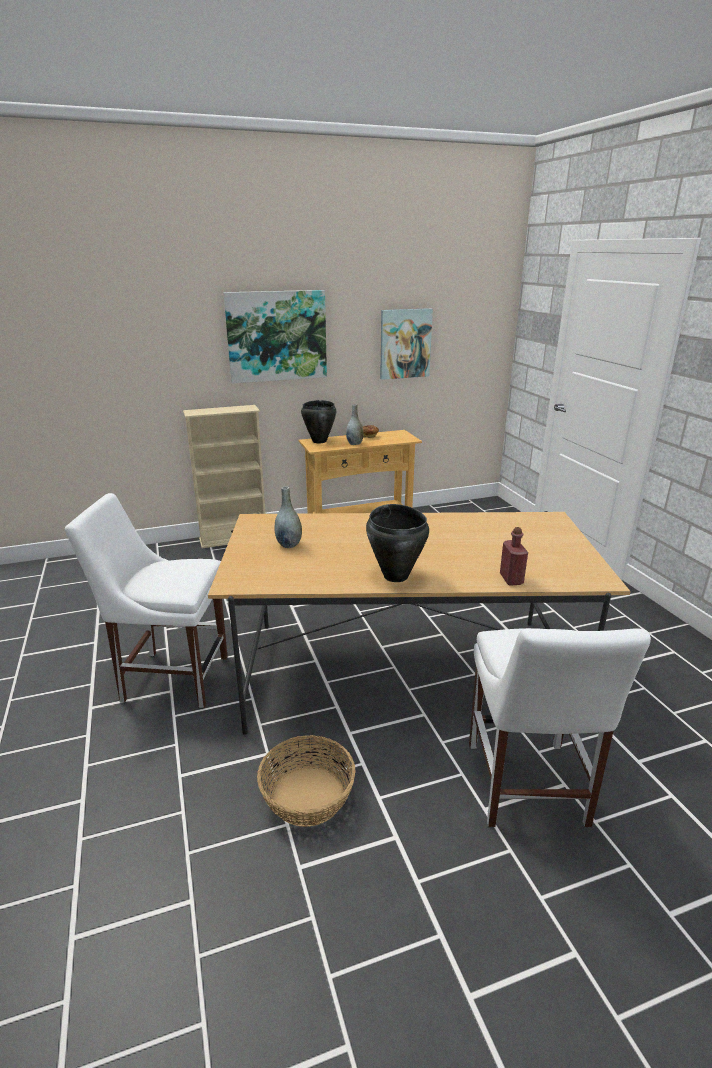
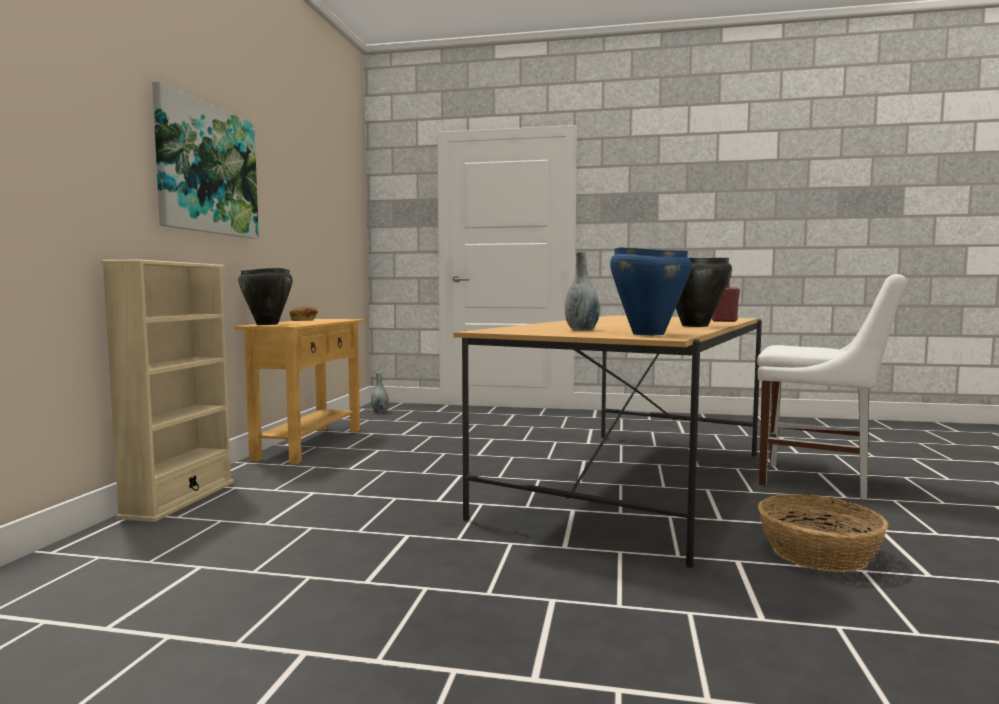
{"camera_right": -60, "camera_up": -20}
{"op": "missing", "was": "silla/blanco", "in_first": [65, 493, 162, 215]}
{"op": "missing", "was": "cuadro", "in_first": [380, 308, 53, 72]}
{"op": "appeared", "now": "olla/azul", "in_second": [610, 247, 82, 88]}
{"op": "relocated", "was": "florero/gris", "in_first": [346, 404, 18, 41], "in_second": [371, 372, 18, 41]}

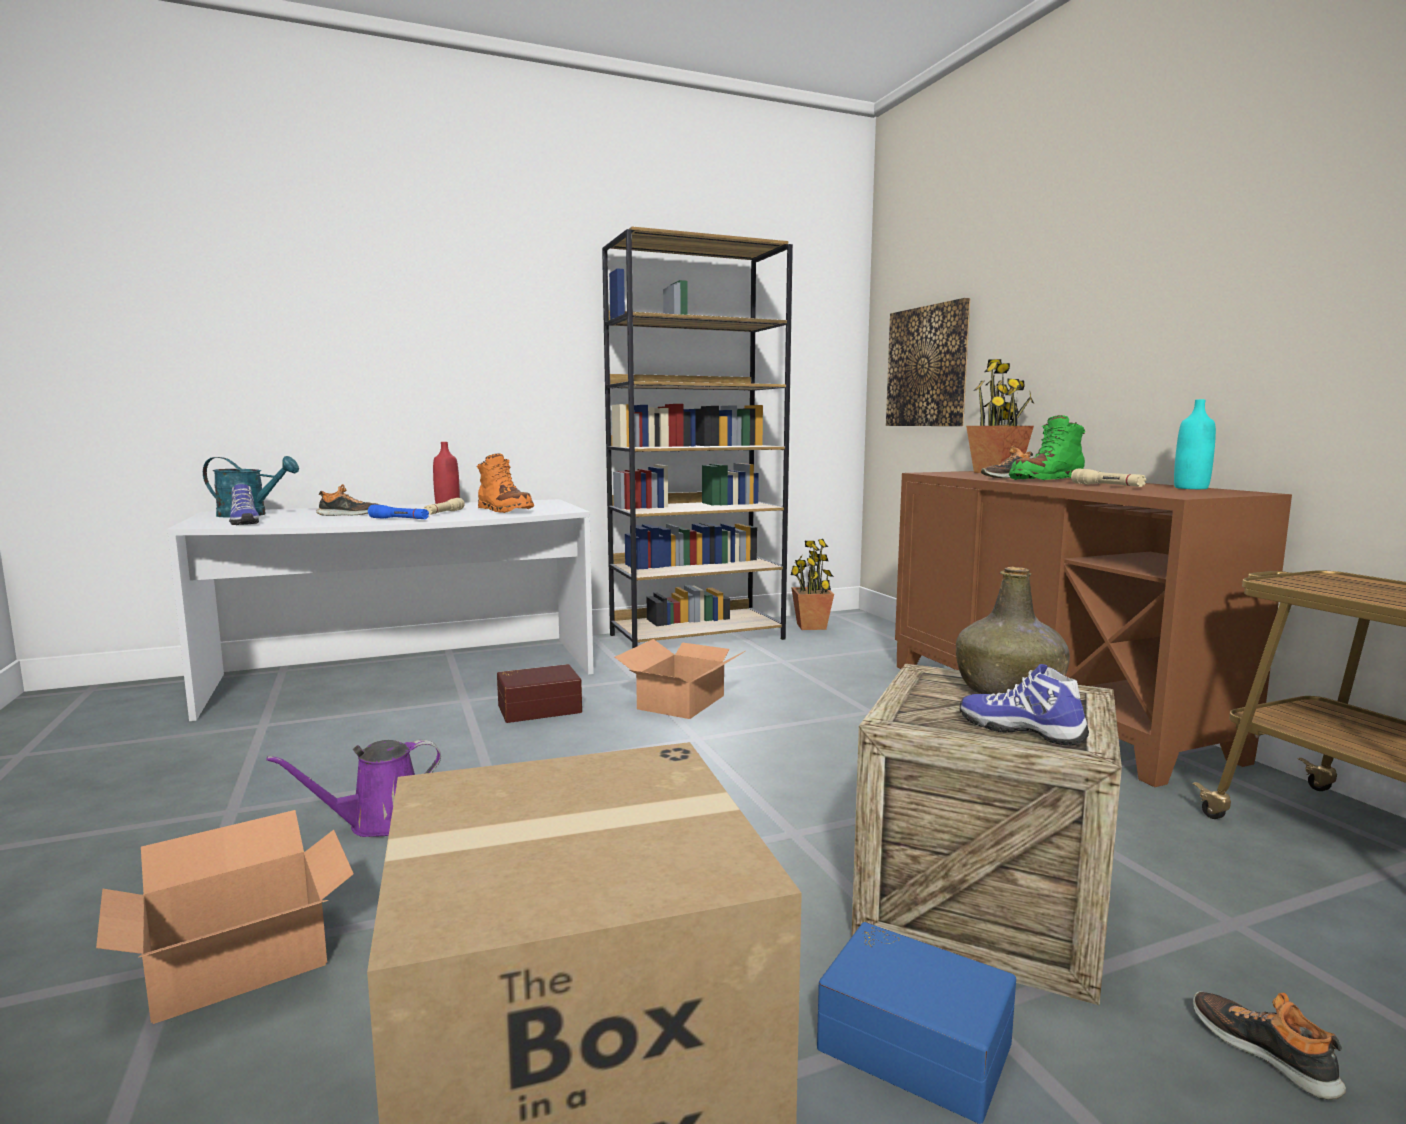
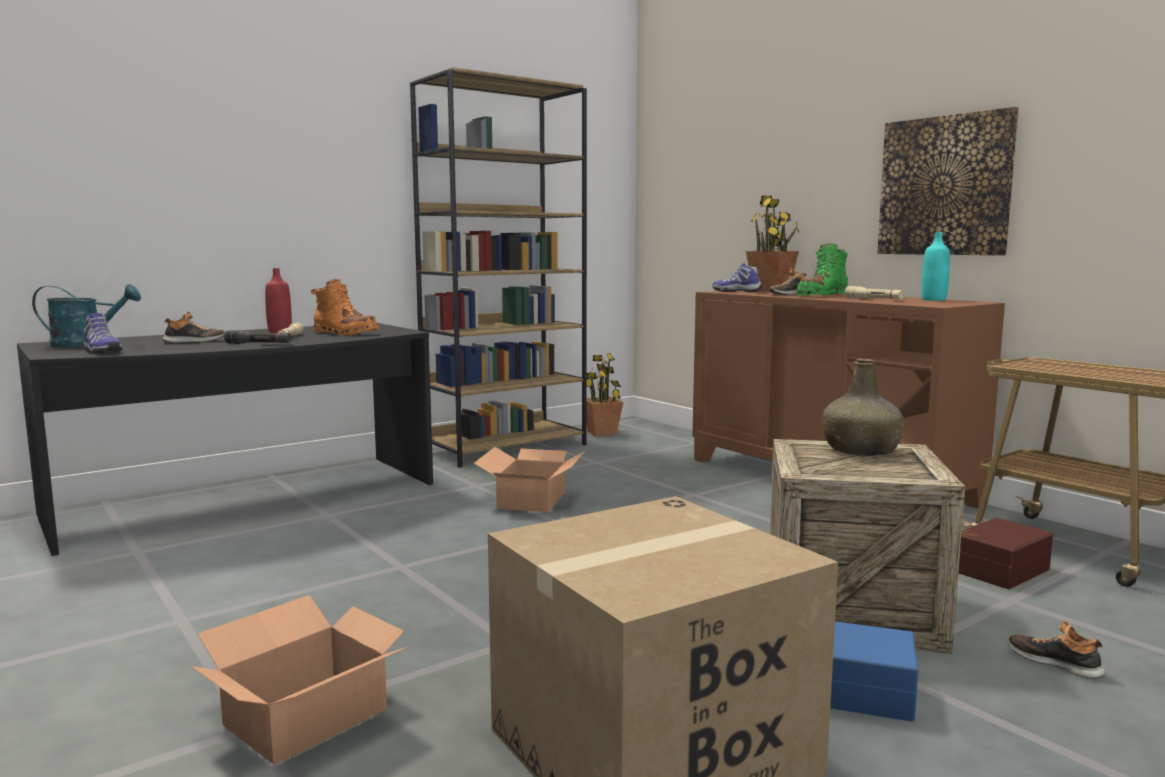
{"camera_right": -15, "camera_up": 0}
{"op": "missing", "was": "regadera/morado", "in_first": [266, 740, 175, 97]}
{"op": "relocated", "was": "caja de almacenaje/marrón", "in_first": [497, 664, 85, 59], "in_second": [959, 518, 94, 71]}
{"op": "relocated", "was": "cuadro", "in_first": [886, 298, 84, 128], "in_second": [877, 107, 142, 148]}
{"op": "relocated", "was": "zapato", "in_first": [960, 664, 129, 82], "in_second": [712, 263, 50, 29]}
{"op": "colour", "was": "escritorio/blanco", "now": "escritorio/negro", "in_first": [167, 499, 427, 222], "in_second": [17, 323, 416, 233]}
{"op": "colour", "was": "linterna/azul", "now": "linterna/negro", "in_first": [368, 504, 61, 15], "in_second": [224, 330, 68, 14]}

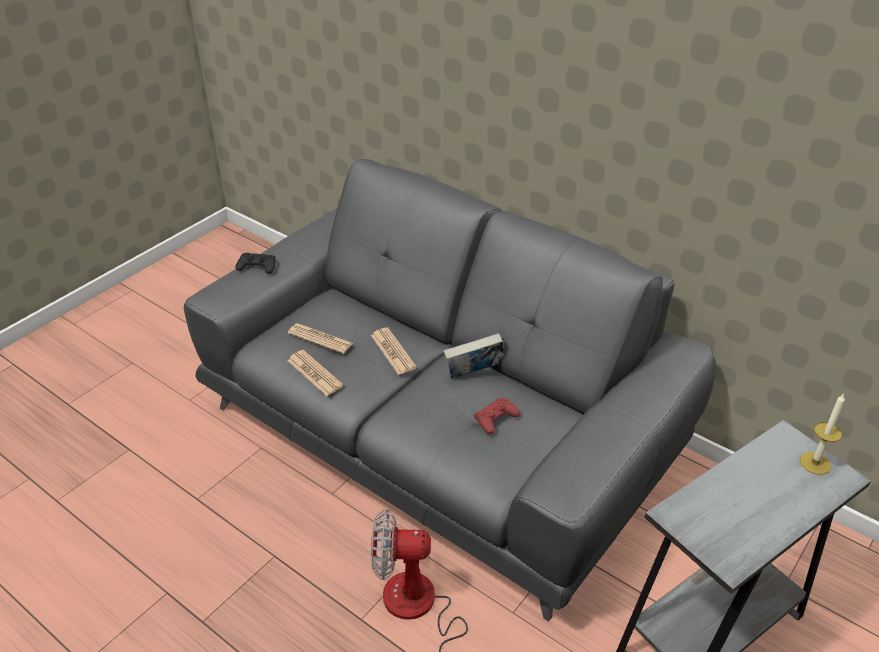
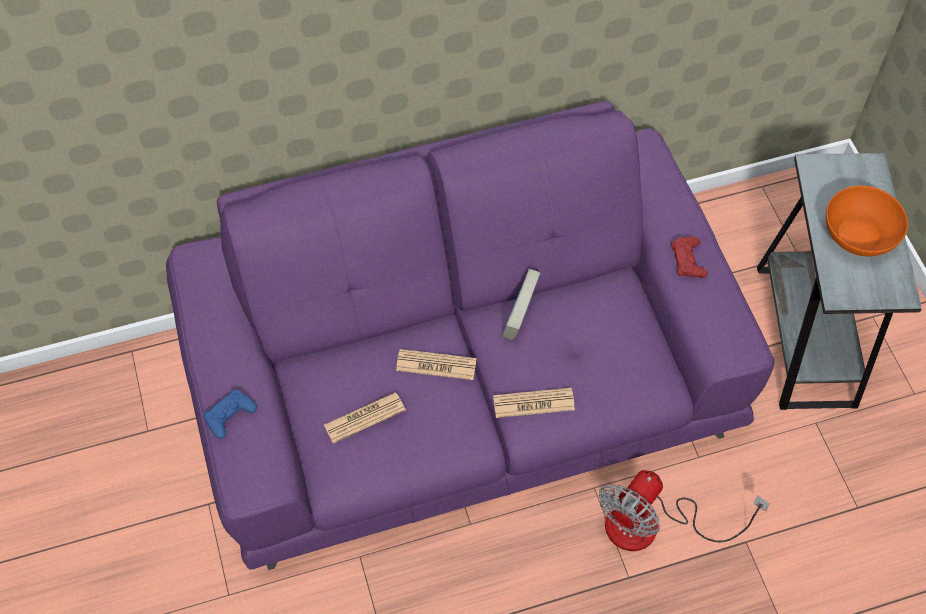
{"camera_right": -55, "camera_up": 20}
{"op": "missing", "was": "vela", "in_first": [800, 393, 45, 82]}
{"op": "appeared", "now": "cuenco/naranja", "in_second": [826, 186, 82, 70]}
{"op": "relocated", "was": "periódico", "in_first": [287, 350, 57, 46], "in_second": [493, 388, 82, 30]}
{"op": "relocated", "was": "mando de consola/rojo", "in_first": [474, 398, 46, 36], "in_second": [671, 237, 37, 41]}
{"op": "colour", "was": "sofá/gris", "now": "sofá/morado", "in_first": [184, 159, 532, 463], "in_second": [166, 101, 609, 469]}
{"op": "colour", "was": "mando de consola/negro", "now": "mando de consola/azul", "in_first": [235, 253, 40, 21], "in_second": [203, 389, 54, 50]}

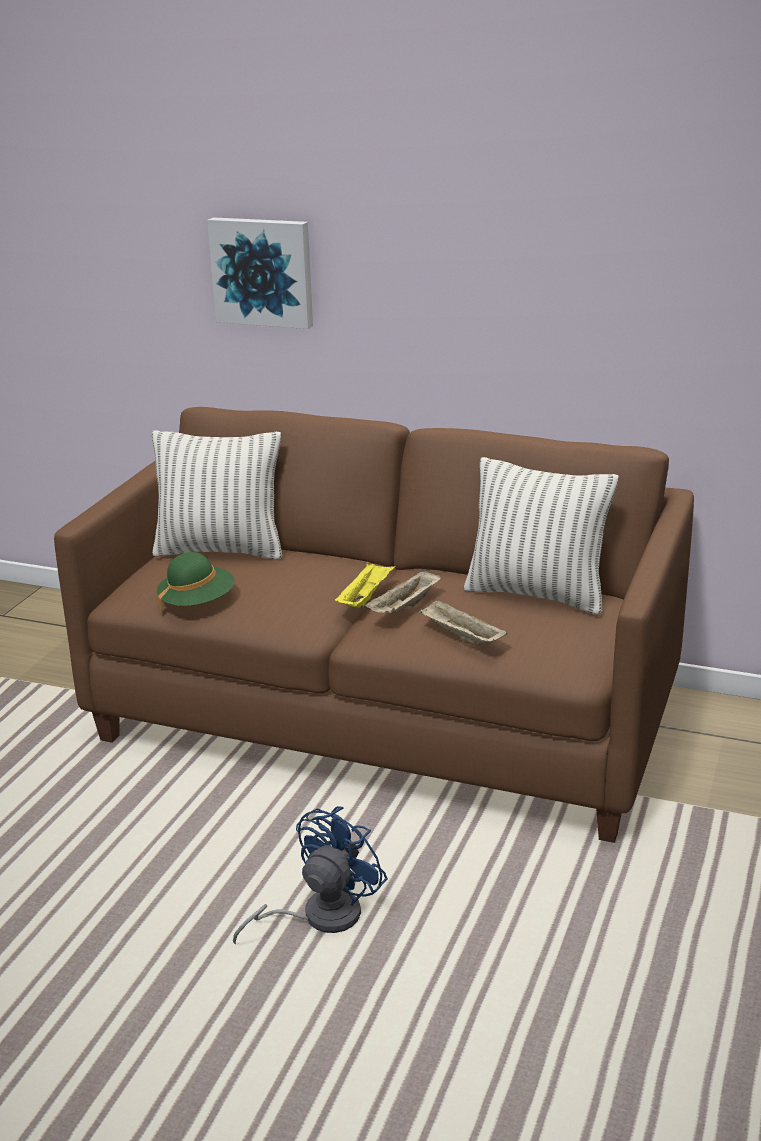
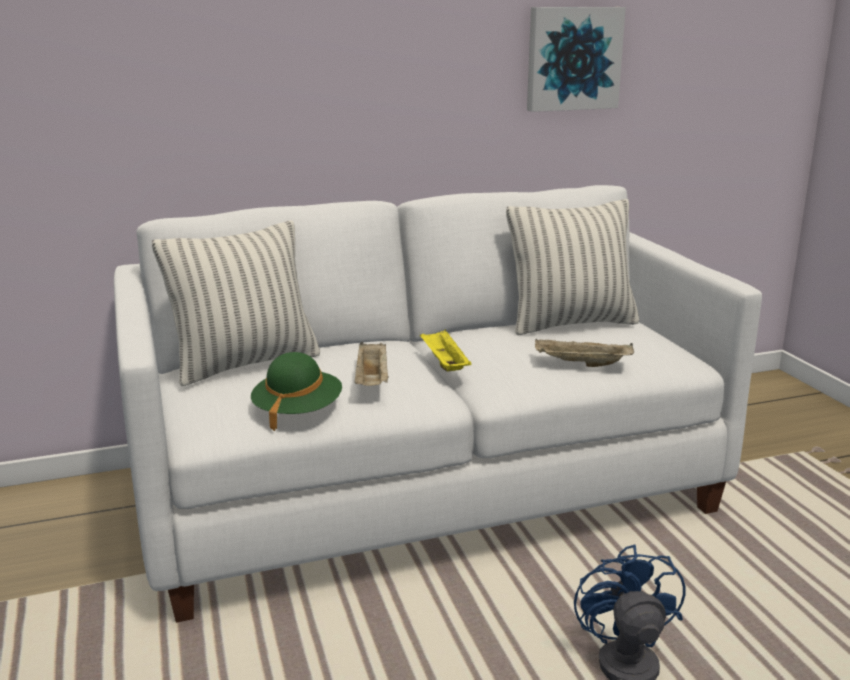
{"camera_right": -40, "camera_up": -5}
{"op": "relocated", "was": "cuadro", "in_first": [207, 217, 106, 112], "in_second": [527, 7, 99, 105]}
{"op": "relocated", "was": "bandeja/beis", "in_first": [365, 569, 76, 44], "in_second": [355, 342, 33, 44]}
{"op": "colour", "was": "sofá/marrón", "now": "sofá/blanco", "in_first": [54, 407, 640, 436], "in_second": [114, 185, 648, 438]}

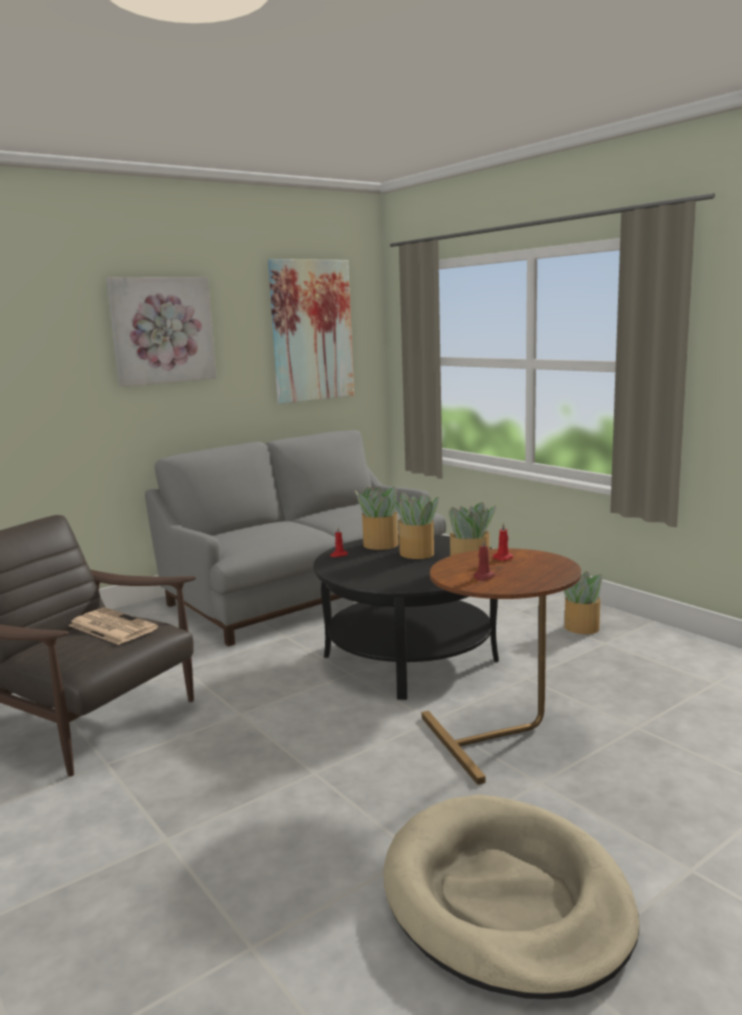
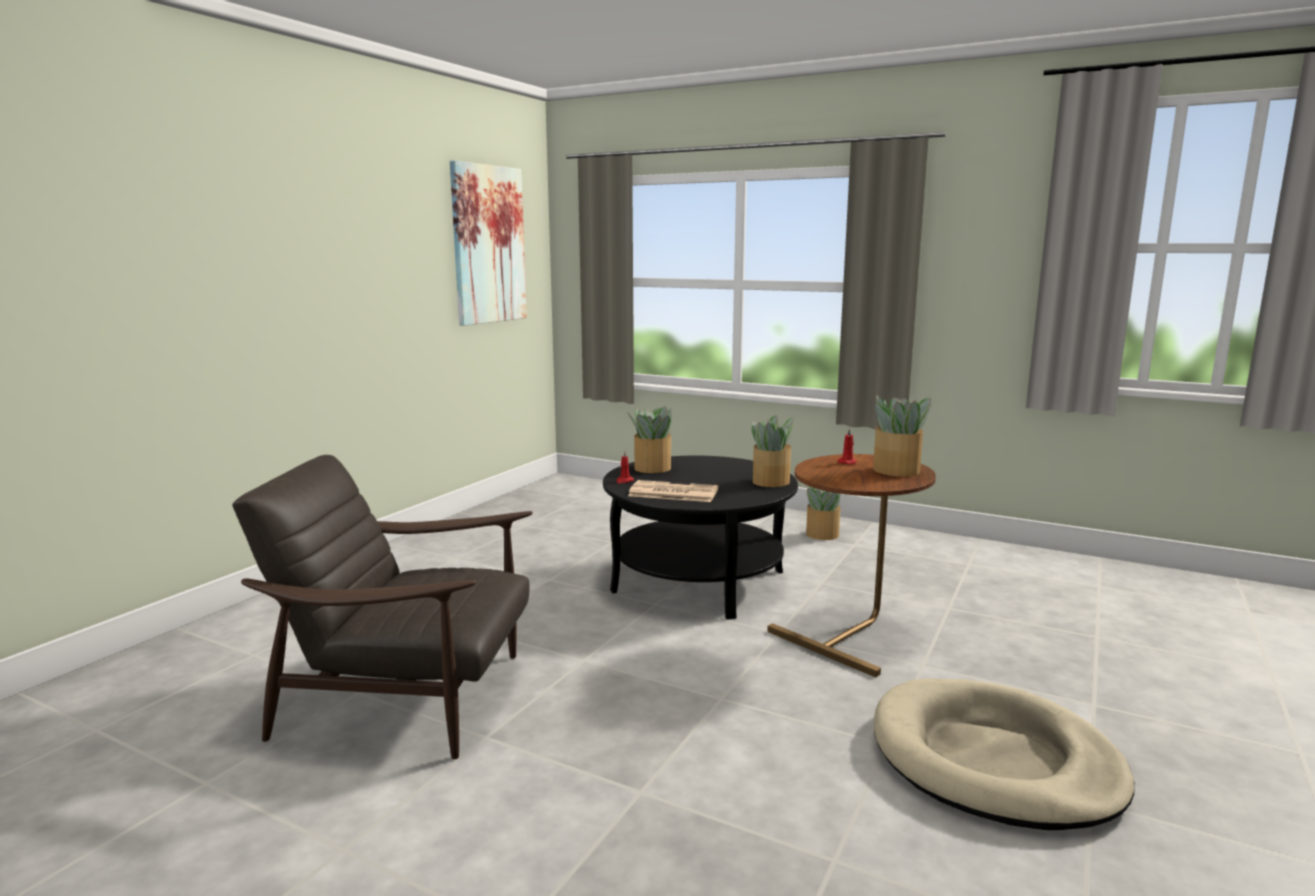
{"camera_right": -25, "camera_up": 0}
{"op": "missing", "was": "cuadro", "in_first": [106, 277, 111, 110]}
{"op": "missing", "was": "sofá/gris", "in_first": [145, 430, 301, 216]}
{"op": "missing", "was": "vela/rojo", "in_first": [473, 539, 22, 42]}
{"op": "relocated", "was": "periódico", "in_first": [68, 608, 90, 37], "in_second": [628, 480, 90, 22]}
{"op": "relocated", "was": "planta en maceta", "in_first": [392, 492, 47, 67], "in_second": [873, 396, 60, 81]}

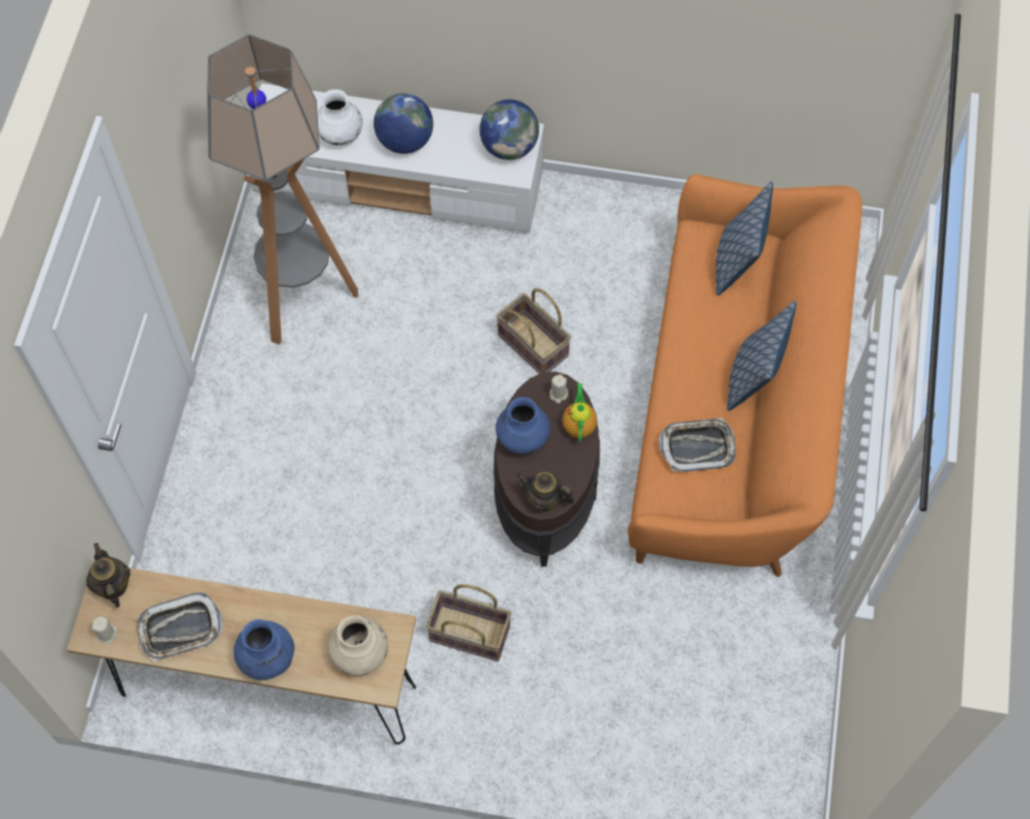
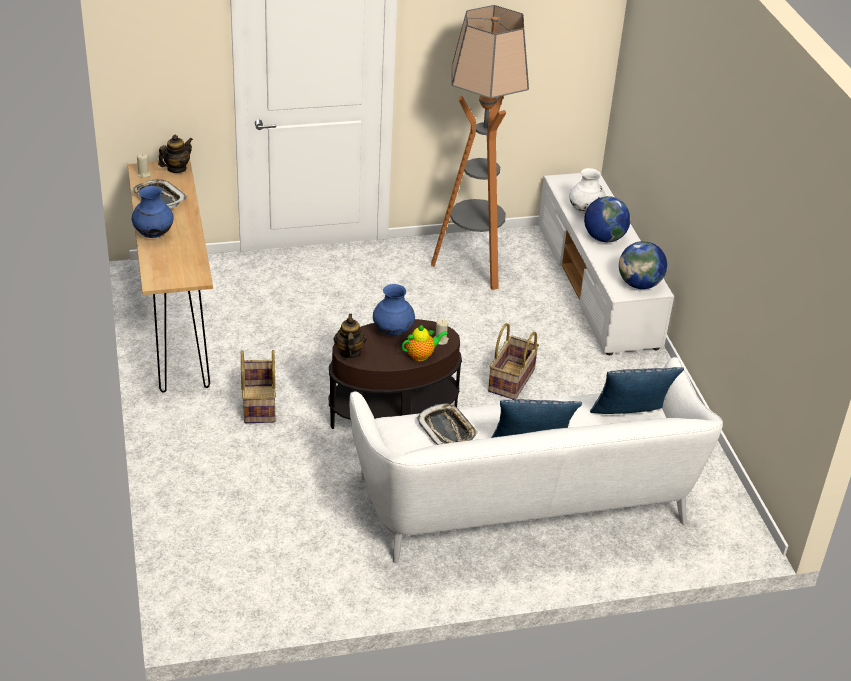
{"camera_right": 65, "camera_up": -25}
{"op": "missing", "was": "florero/beis", "in_first": [328, 615, 60, 61]}
{"op": "colour", "was": "sofá/naranja", "now": "sofá/blanco", "in_first": [628, 174, 234, 403], "in_second": [349, 357, 374, 206]}

